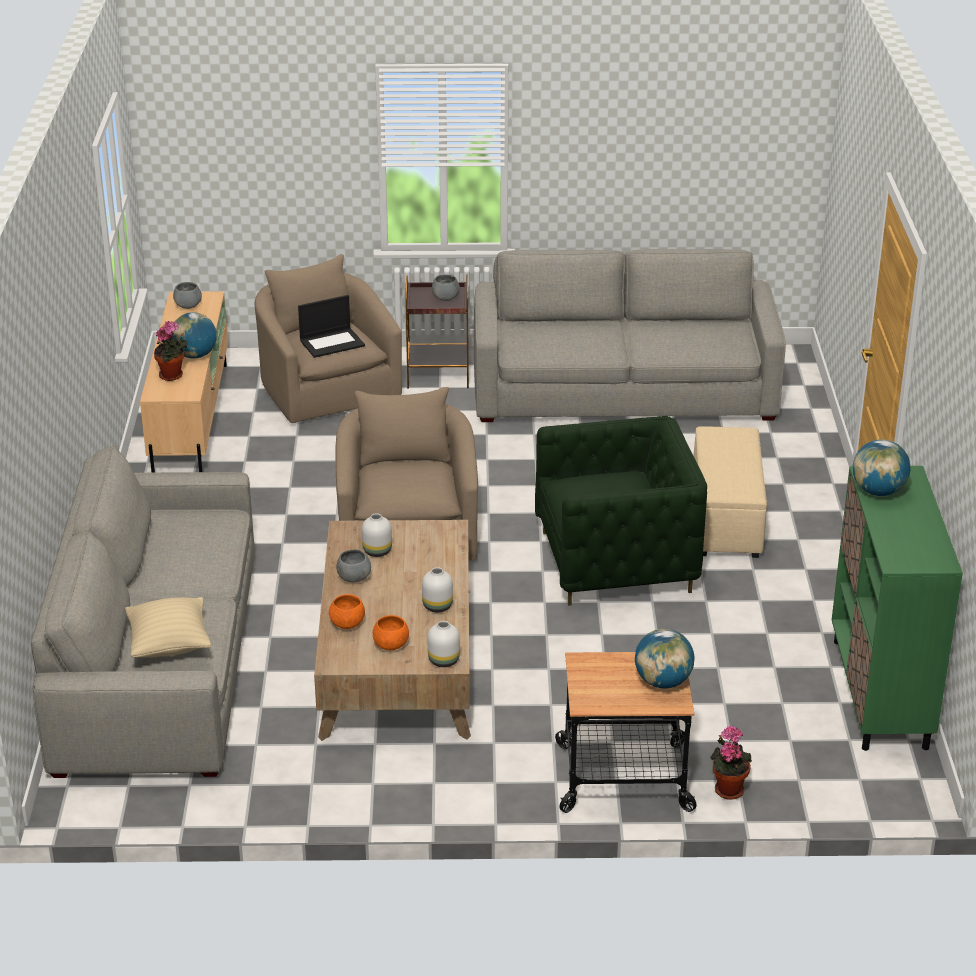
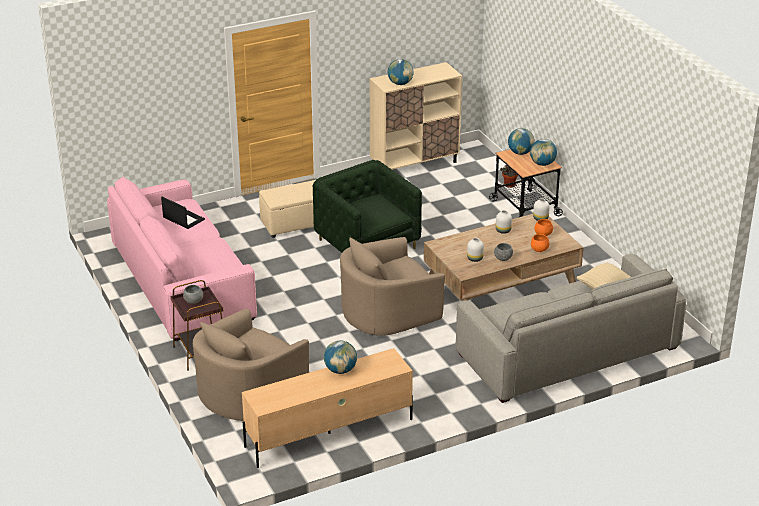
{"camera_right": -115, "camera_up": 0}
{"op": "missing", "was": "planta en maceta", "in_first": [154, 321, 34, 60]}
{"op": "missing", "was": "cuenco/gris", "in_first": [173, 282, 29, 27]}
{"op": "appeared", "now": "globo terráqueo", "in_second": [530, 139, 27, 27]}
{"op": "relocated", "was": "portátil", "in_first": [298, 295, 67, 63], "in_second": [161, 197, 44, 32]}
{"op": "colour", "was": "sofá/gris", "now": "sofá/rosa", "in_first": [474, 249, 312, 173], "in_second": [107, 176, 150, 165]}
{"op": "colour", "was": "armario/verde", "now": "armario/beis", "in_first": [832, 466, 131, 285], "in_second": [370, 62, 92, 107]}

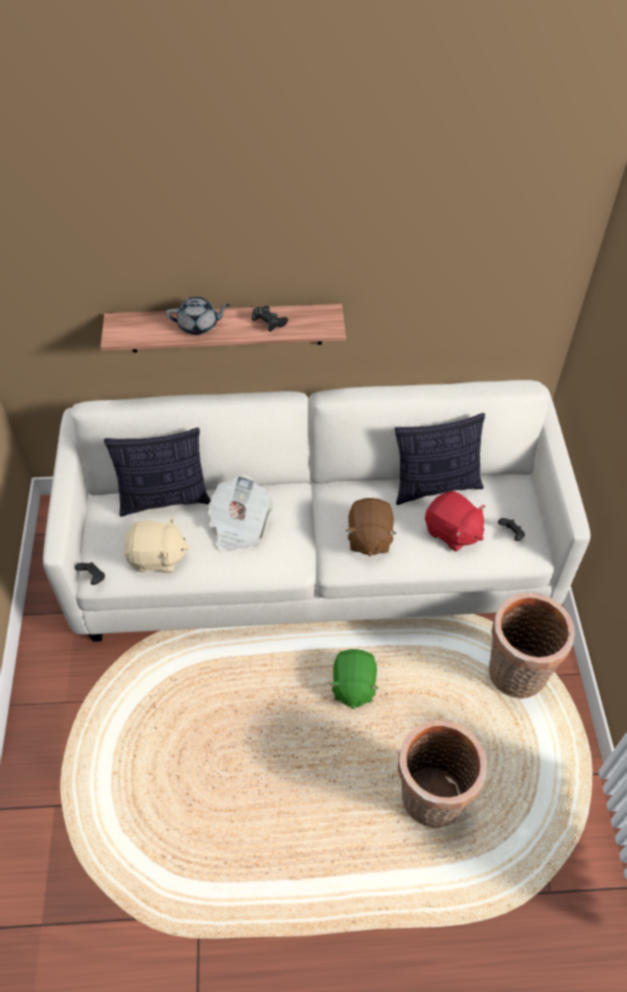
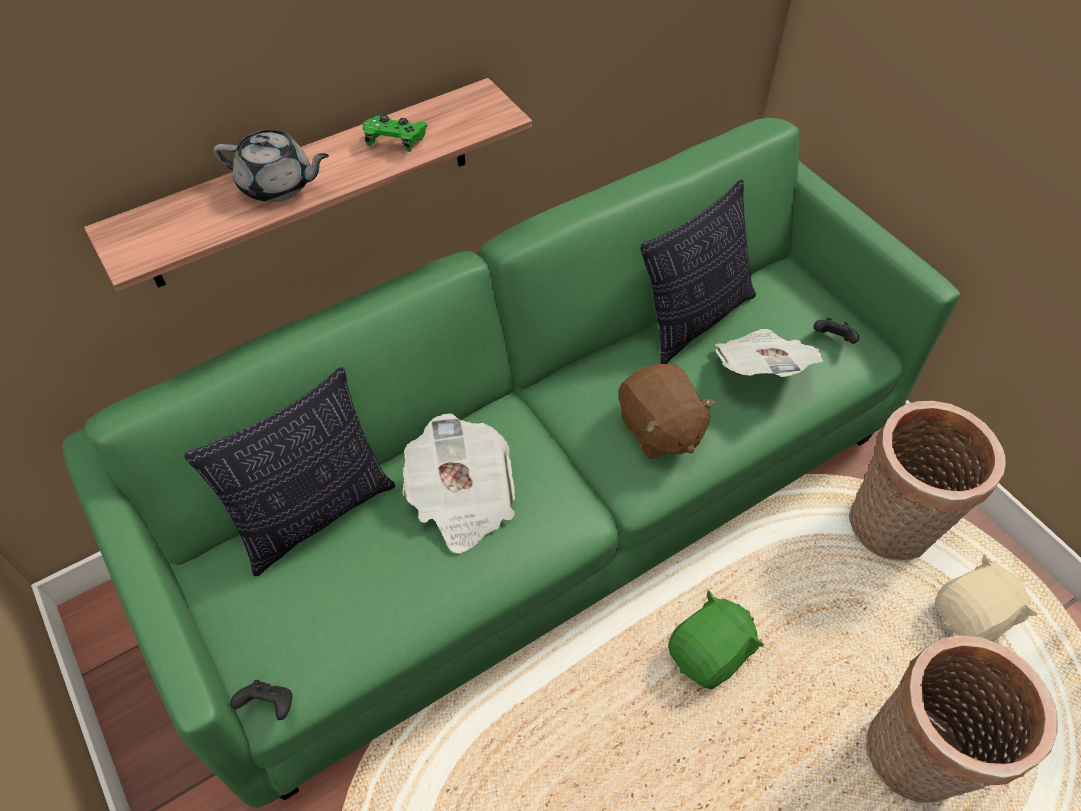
{"camera_right": -30, "camera_up": 0}
{"op": "relocated", "was": "peluche/beis", "in_first": [124, 517, 65, 56], "in_second": [935, 555, 102, 86]}
{"op": "exchanged", "was": "peluche/rojo", "now": "periódico", "in_first": [425, 491, 60, 61], "in_second": [715, 329, 108, 48]}
{"op": "colour", "was": "sofá/blanco", "now": "sofá/verde", "in_first": [43, 380, 547, 262], "in_second": [62, 118, 898, 690]}
{"op": "colour", "was": "mando de consola/negro", "now": "mando de consola/verde", "in_first": [251, 306, 37, 26], "in_second": [363, 115, 65, 37]}
{"op": "spun", "was": "tetera/gris", "in_first": [166, 297, 64, 38], "in_second": [213, 130, 116, 72], "clockwise": 45}
{"op": "spun", "was": "peluche/verde", "in_first": [330, 649, 49, 60], "in_second": [668, 591, 96, 98], "clockwise": -105}

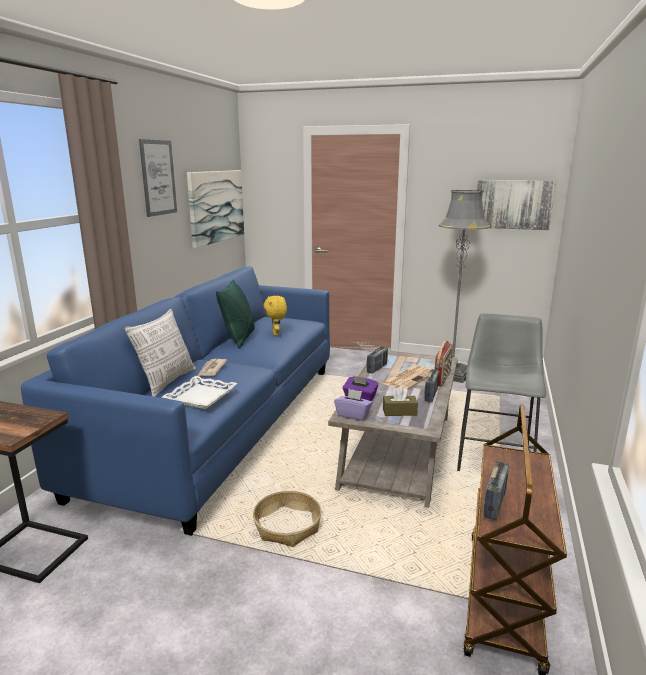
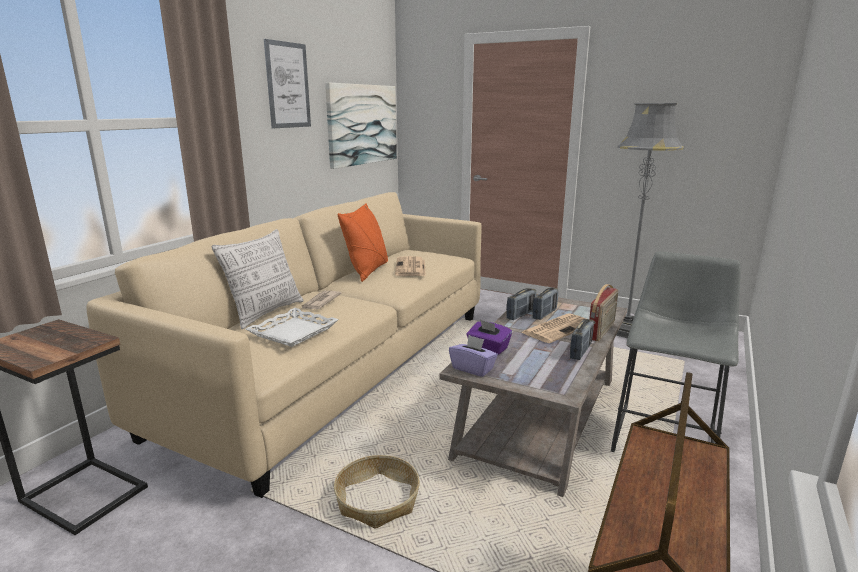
{"camera_right": 10, "camera_up": 0}
{"op": "missing", "was": "caja de pañuelos/marrón", "in_first": [383, 386, 35, 30]}
{"op": "missing", "was": "cuadro", "in_first": [477, 180, 79, 50]}
{"op": "relocated", "was": "radio", "in_first": [483, 461, 26, 59], "in_second": [532, 287, 26, 33]}
{"op": "exchanged", "was": "peluche/amarillo", "now": "periódico", "in_first": [264, 296, 23, 39], "in_second": [395, 256, 31, 20]}
{"op": "colour", "was": "sofá/azul", "now": "sofá/beis", "in_first": [21, 267, 309, 269], "in_second": [87, 192, 394, 306]}
{"op": "colour", "was": "cojín/verde", "now": "cojín/naranja", "in_first": [216, 279, 39, 70], "in_second": [338, 203, 50, 79]}

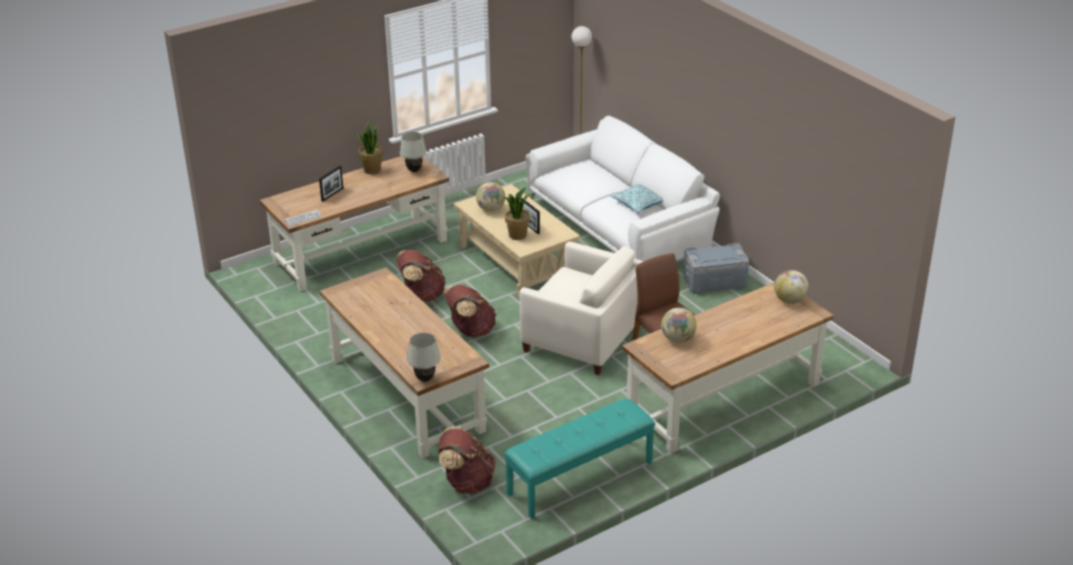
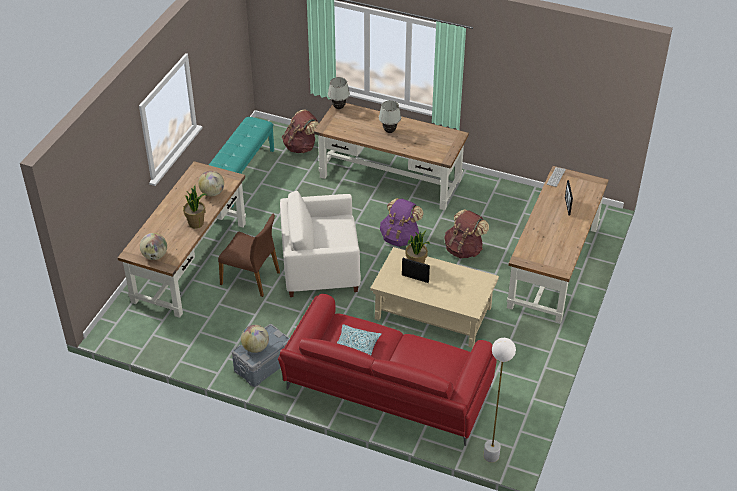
{"camera_right": 145, "camera_up": 10}
{"op": "relocated", "was": "planta en maceta", "in_first": [356, 122, 27, 52], "in_second": [183, 185, 23, 44]}
{"op": "relocated", "was": "lámpara de mesa/blanco", "in_first": [400, 132, 27, 40], "in_second": [379, 100, 22, 33]}
{"op": "relocated", "was": "globo terráqueo", "in_first": [476, 182, 29, 30], "in_second": [241, 325, 28, 28]}
{"op": "colour", "was": "mochila/marrón", "now": "mochila/morado", "in_first": [443, 285, 53, 52], "in_second": [380, 198, 44, 49]}
{"op": "colour", "was": "sofá/blanco", "now": "sofá/rojo", "in_first": [526, 116, 194, 145], "in_second": [278, 294, 219, 152]}

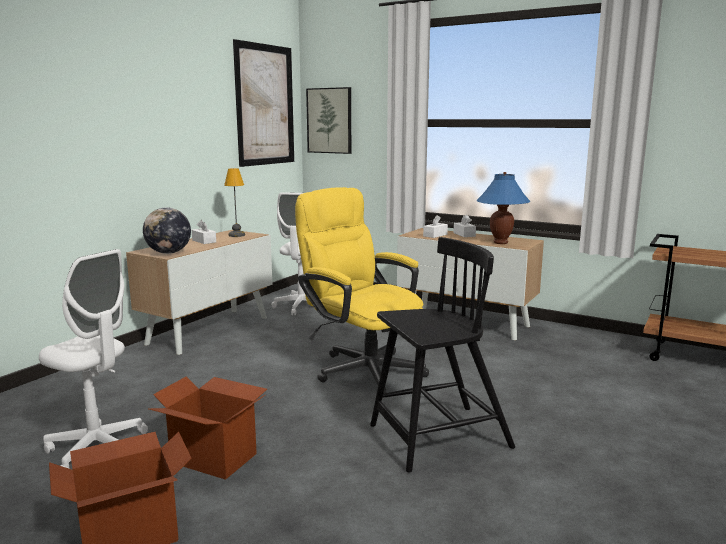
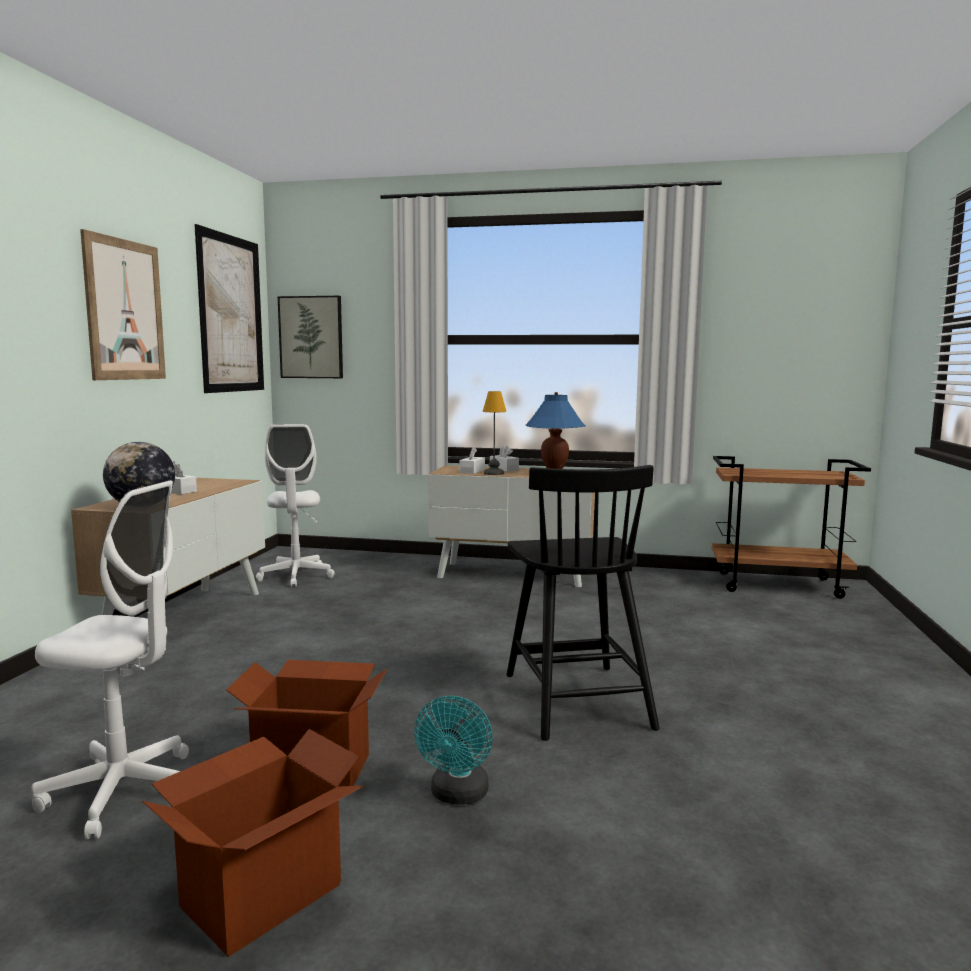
{"camera_right": -20, "camera_up": -5}
{"op": "missing", "was": "silla de oficina/amarillo", "in_first": [295, 187, 134, 207]}
{"op": "appeared", "now": "cuadro", "in_second": [80, 229, 86, 151]}
{"op": "appeared", "now": "ventilador/turquesa", "in_second": [414, 696, 78, 109]}
{"op": "relocated", "was": "lámpara de mesa", "in_first": [224, 168, 21, 69], "in_second": [483, 391, 23, 84]}
{"op": "spun", "was": "silla/negro", "in_first": [370, 237, 145, 236], "in_second": [507, 465, 153, 276], "clockwise": 120}

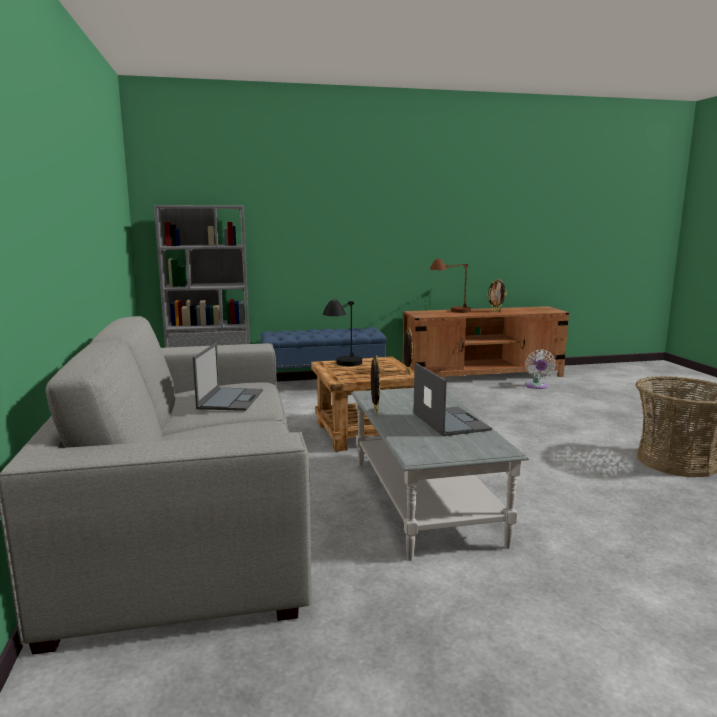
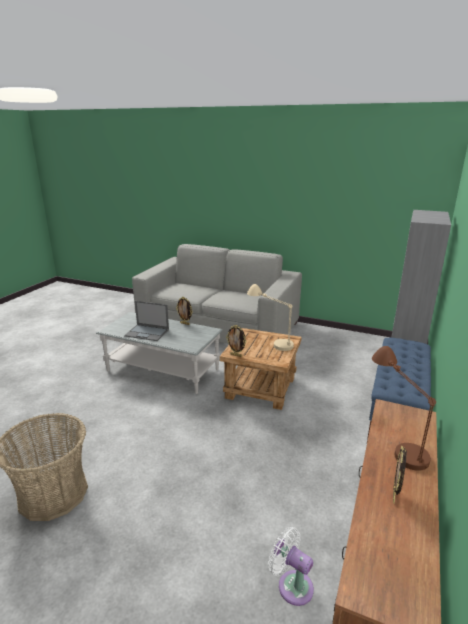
{"camera_right": 125, "camera_up": 10}
{"op": "missing", "was": "portátil", "in_first": [193, 343, 70, 68]}
{"op": "colour", "was": "lámpara de mesa/negro", "now": "lámpara de mesa/beis", "in_first": [323, 300, 39, 66], "in_second": [247, 284, 47, 67]}

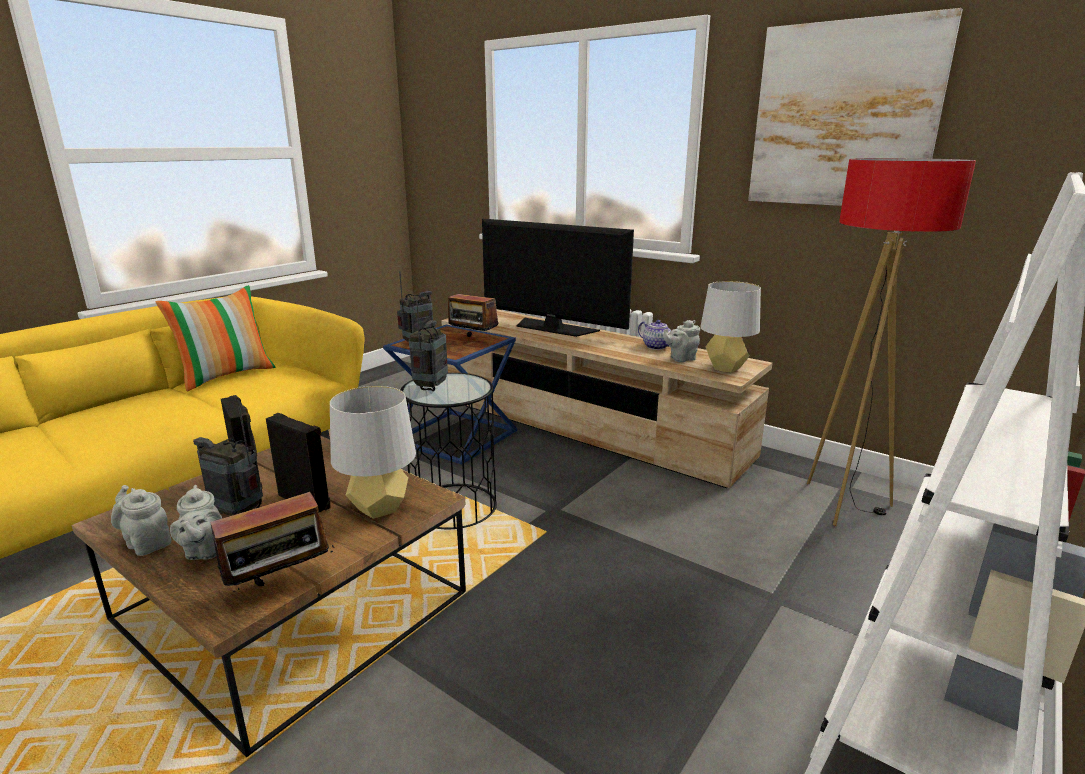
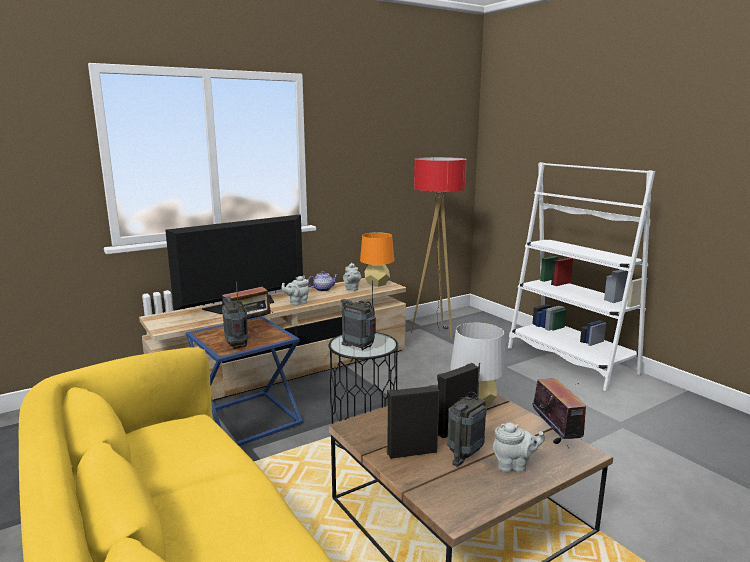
{"camera_right": -70, "camera_up": -5}
{"op": "missing", "was": "cojín", "in_first": [156, 285, 119, 107]}
{"op": "missing", "was": "cuadro", "in_first": [748, 8, 215, 198]}
{"op": "relocated", "was": "tetera/gris", "in_first": [111, 485, 60, 71], "in_second": [281, 276, 28, 30]}
{"op": "colour", "was": "lámpara de mesa/gris", "now": "lámpara de mesa/naranja", "in_first": [700, 281, 61, 91], "in_second": [360, 232, 34, 55]}

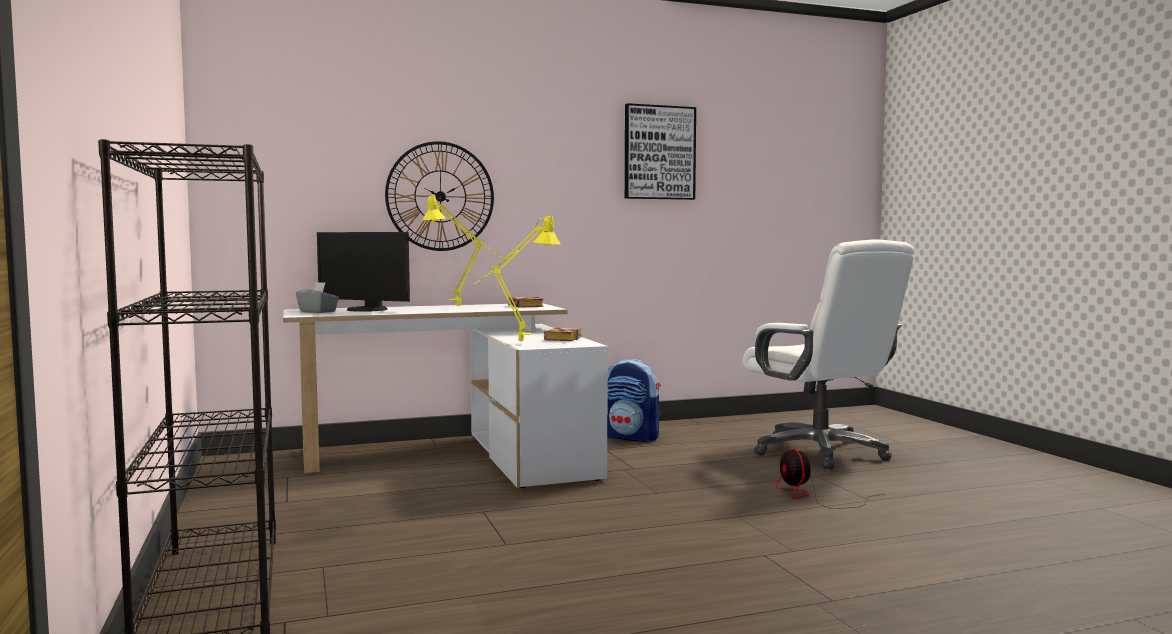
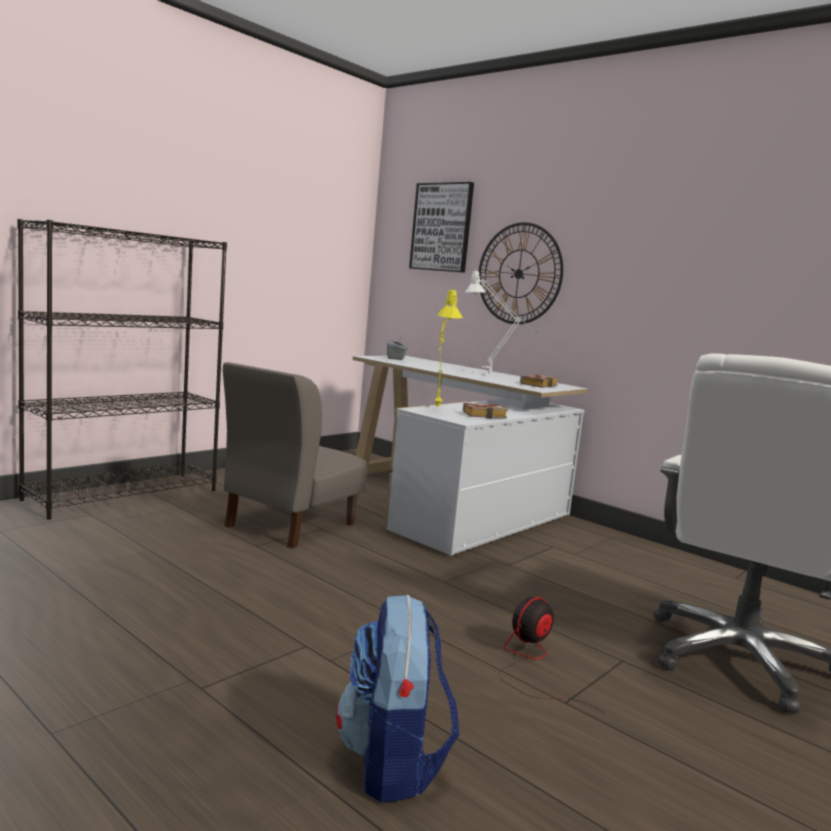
{"camera_right": 60, "camera_up": 5}
{"op": "missing", "was": "monitor", "in_first": [317, 232, 93, 80]}
{"op": "appeared", "now": "silla/gris", "in_second": [223, 362, 144, 187]}
{"op": "relocated", "was": "mochila", "in_first": [607, 359, 54, 83], "in_second": [336, 595, 123, 207]}
{"op": "relocated", "was": "cuadro", "in_first": [625, 103, 71, 97], "in_second": [409, 182, 65, 91]}
{"op": "colour", "was": "lámpara de mesa/amarillo", "now": "lámpara de mesa/blanco", "in_first": [422, 194, 79, 112], "in_second": [465, 271, 74, 103]}

